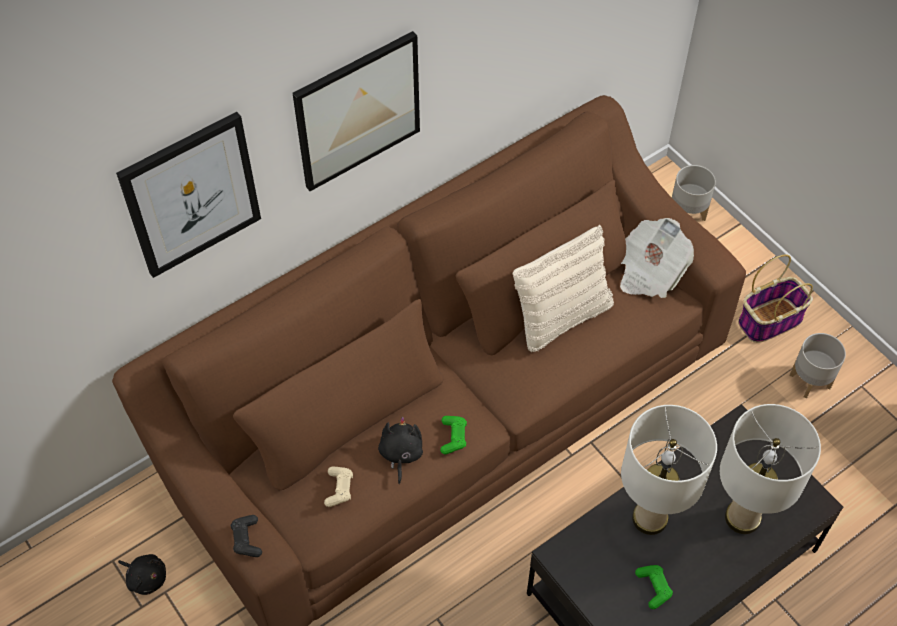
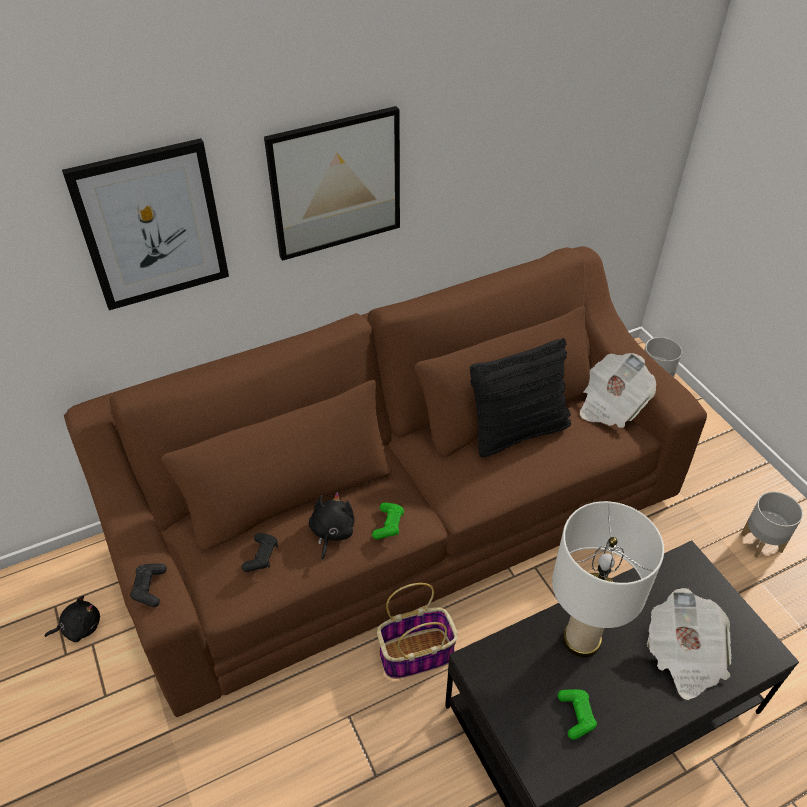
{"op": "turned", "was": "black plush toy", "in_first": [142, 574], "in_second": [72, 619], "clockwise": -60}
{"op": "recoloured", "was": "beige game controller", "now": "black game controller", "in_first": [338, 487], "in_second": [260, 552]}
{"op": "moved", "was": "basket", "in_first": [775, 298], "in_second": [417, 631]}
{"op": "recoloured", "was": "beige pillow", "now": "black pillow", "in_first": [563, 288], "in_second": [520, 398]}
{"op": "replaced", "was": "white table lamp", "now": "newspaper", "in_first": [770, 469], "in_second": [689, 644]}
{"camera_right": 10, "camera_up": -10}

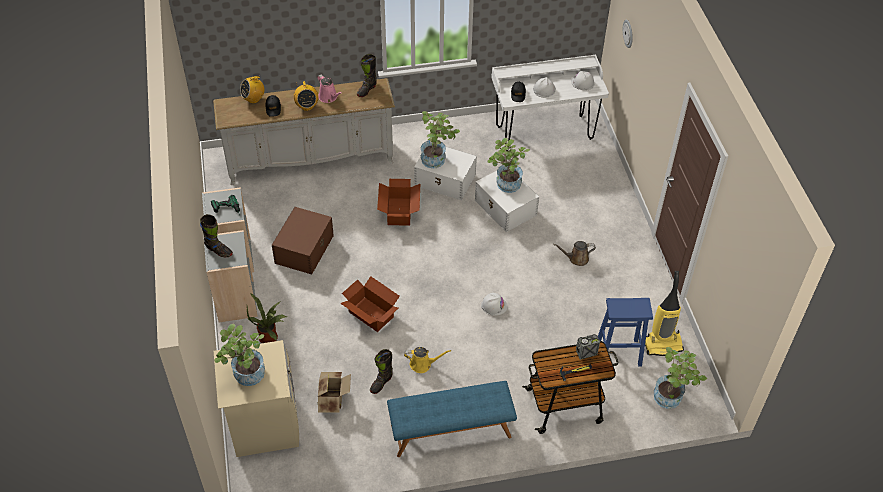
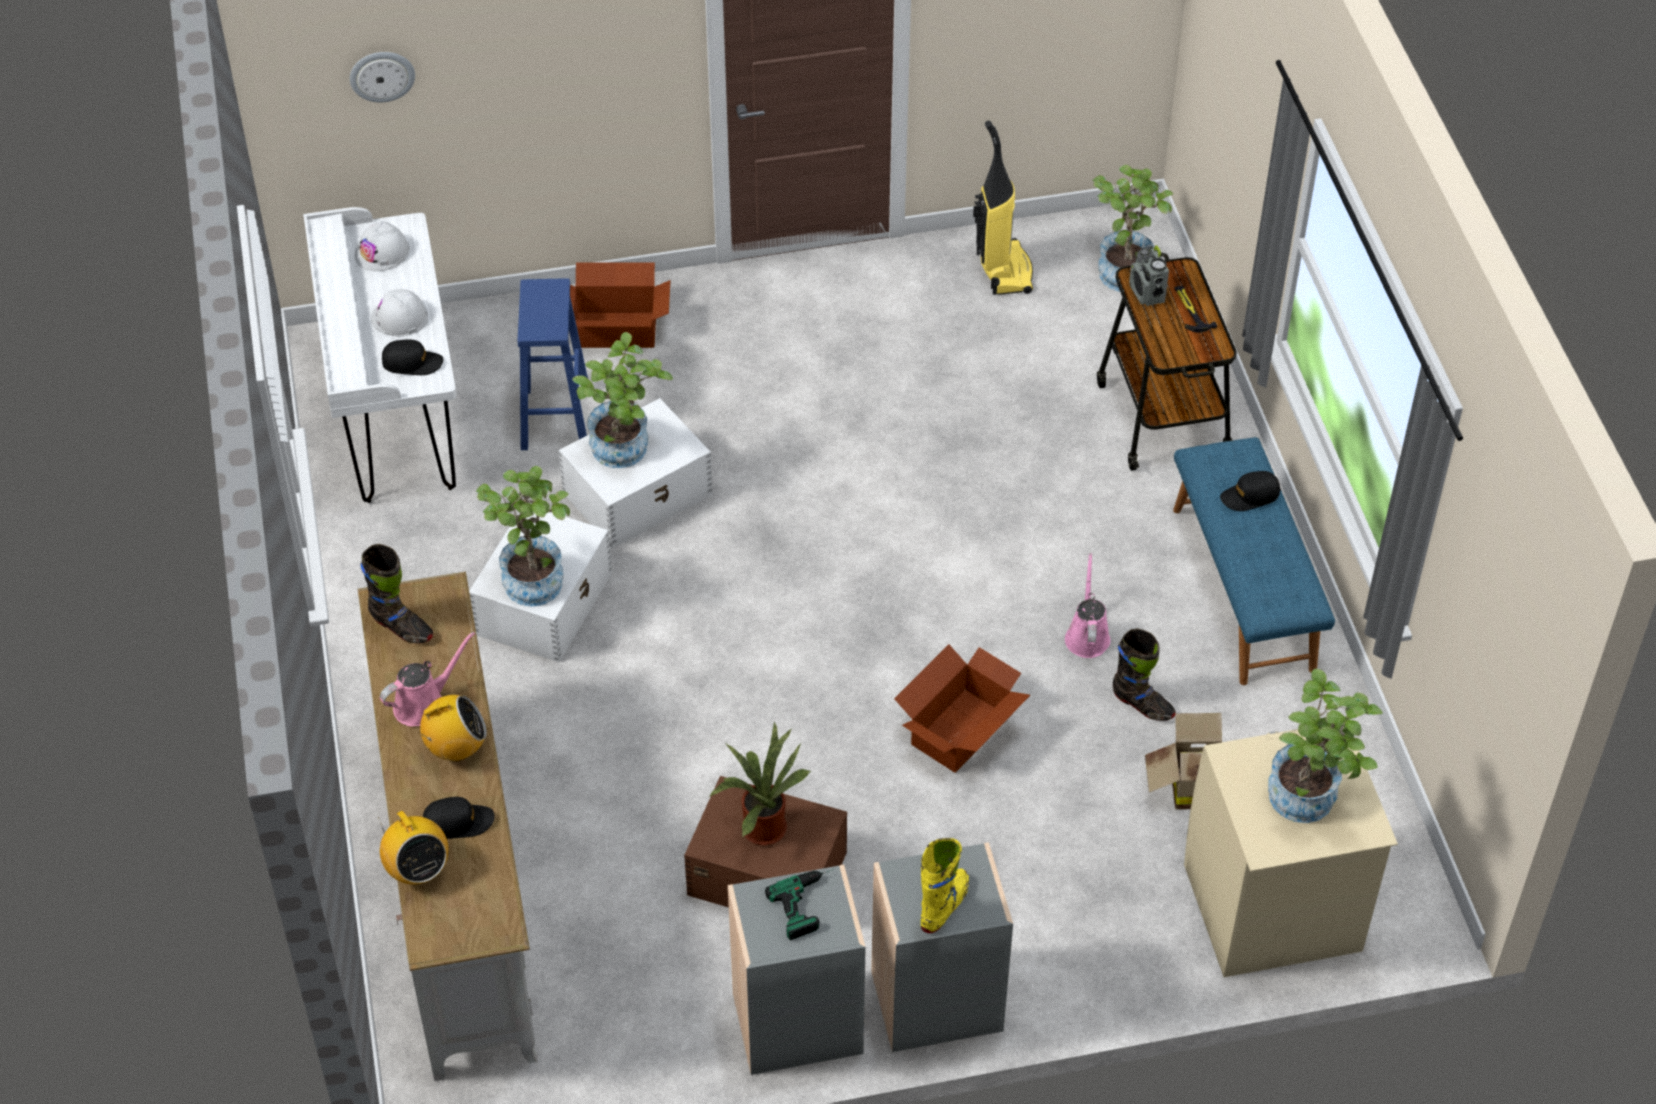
{"op": "moved", "was": "blue stool", "in_first": [625, 332], "in_second": [553, 364]}
{"op": "moved", "was": "cardboard box", "in_first": [398, 202], "in_second": [620, 305]}
{"op": "moved", "was": "potted plant", "in_first": [267, 318], "in_second": [761, 783]}
{"op": "recoloured", "was": "black boot", "now": "yellow boot", "in_first": [216, 235], "in_second": [945, 885]}
{"op": "recoloured", "was": "yellow watering can", "now": "pink watering can", "in_first": [427, 360], "in_second": [1087, 605]}
{"op": "added", "now": "black cap", "in_second": [1250, 491]}
{"op": "removed", "was": "white hard hat", "in_first": [494, 304]}
{"op": "removed", "was": "brown watering can", "in_first": [574, 253]}
{"camera_right": -90, "camera_up": 0}

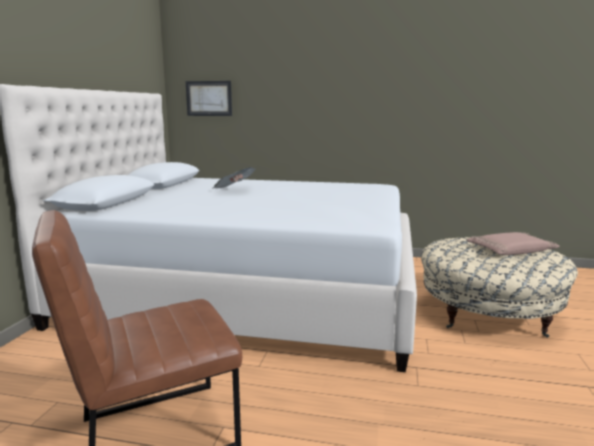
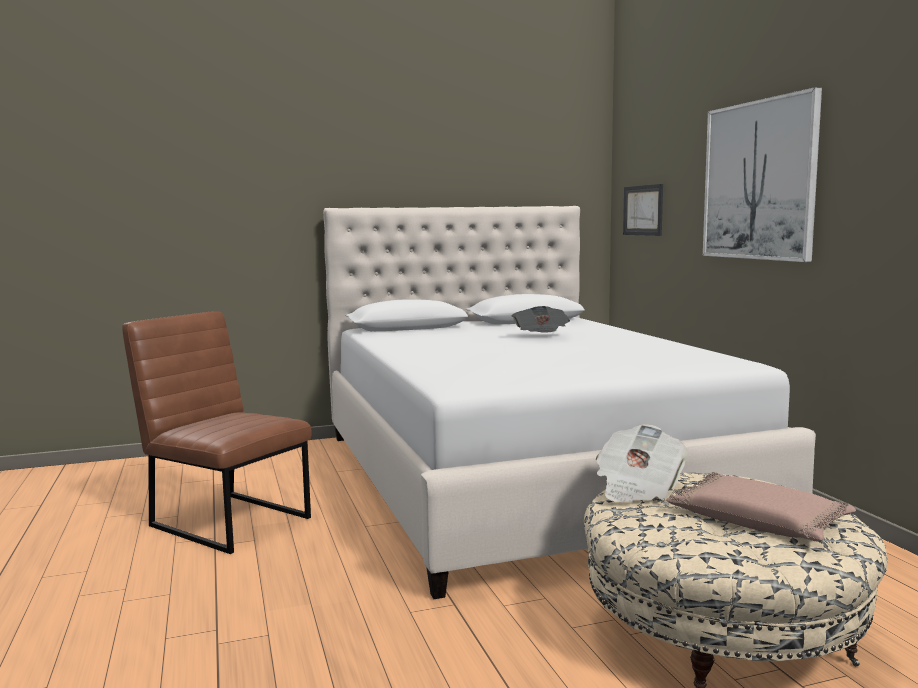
{"op": "added", "now": "newspaper", "in_second": [642, 463]}
{"op": "added", "now": "picture", "in_second": [762, 174]}
{"camera_right": 60, "camera_up": -5}

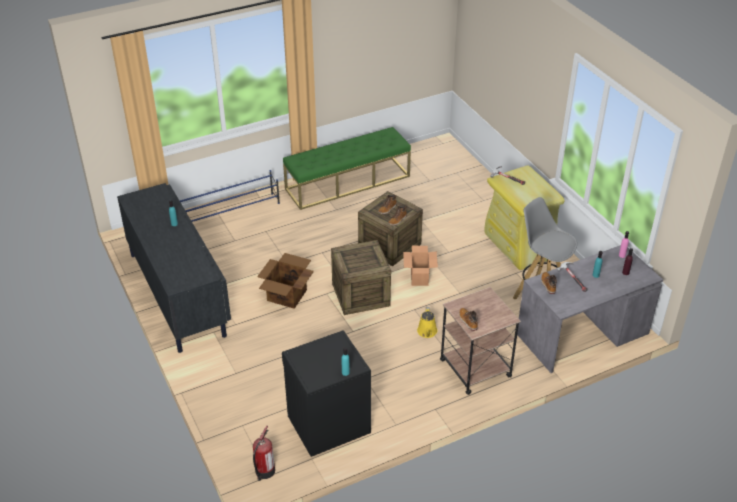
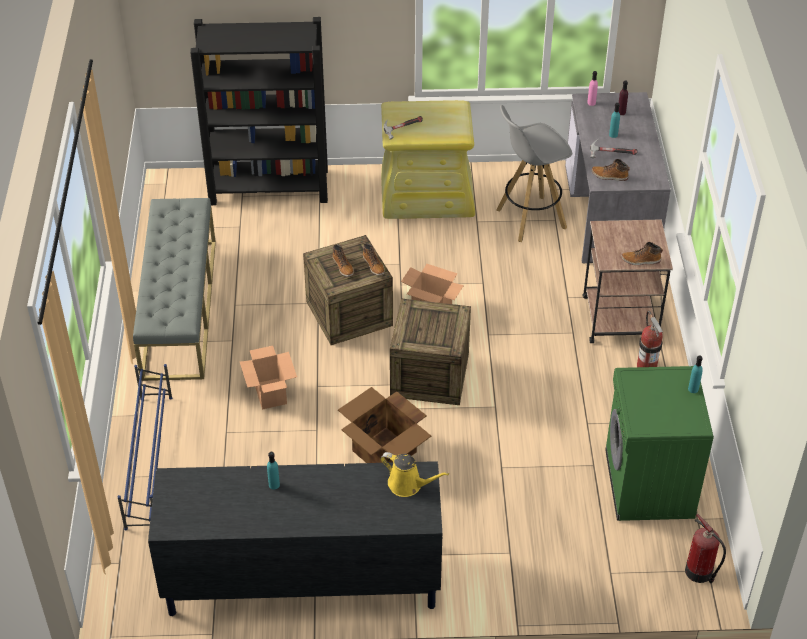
{"op": "recoloured", "was": "green bench", "now": "grey bench", "in_first": [347, 168], "in_second": [174, 289]}
{"op": "added", "now": "black bookcase", "in_second": [259, 111]}
{"op": "added", "now": "cardboard box", "in_second": [268, 378]}
{"op": "moved", "was": "yellow watering can", "in_first": [427, 322], "in_second": [415, 474]}
{"op": "recoloured", "was": "black washing machine", "now": "green washing machine", "in_first": [326, 393], "in_second": [659, 443]}
{"op": "added", "now": "fire extinguisher", "in_second": [650, 339]}
{"camera_right": -65, "camera_up": 5}

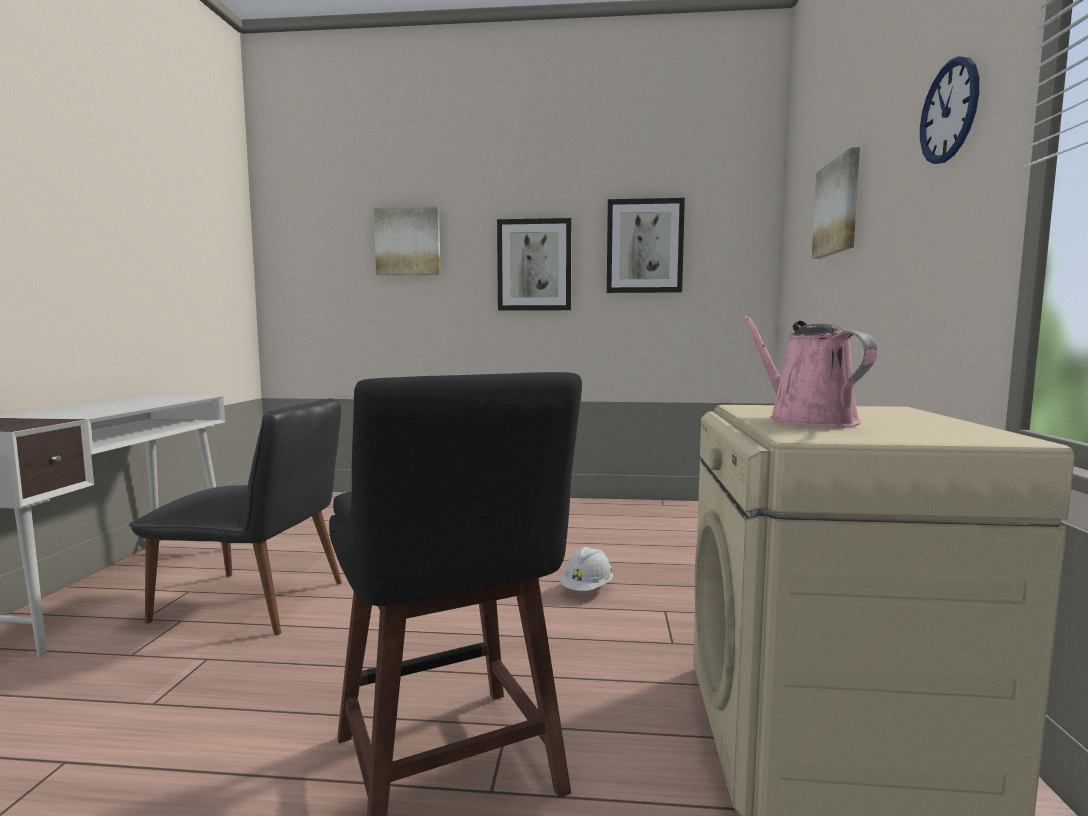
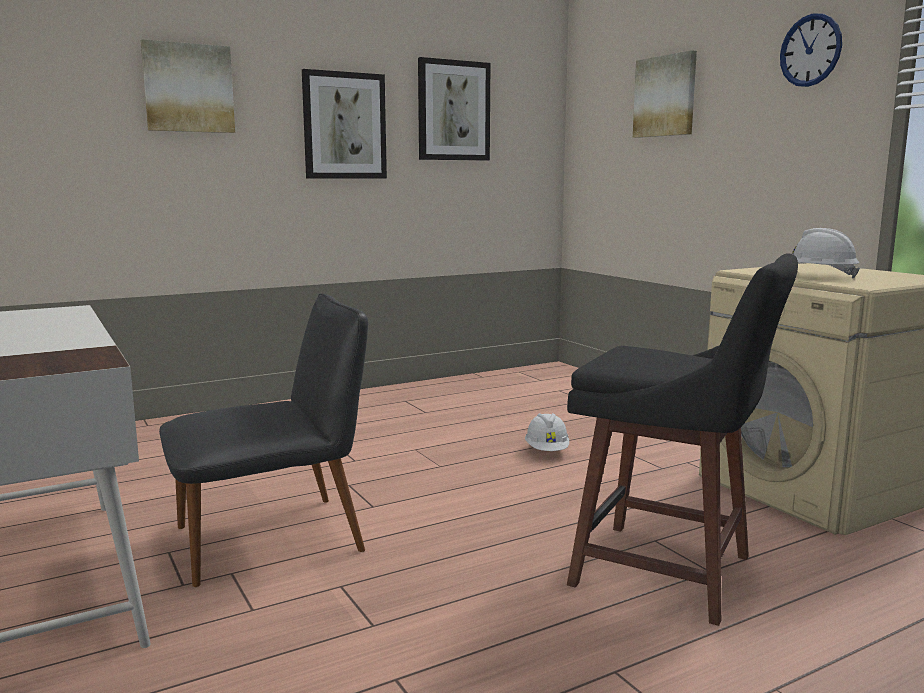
{"op": "replaced", "was": "pink watering can", "now": "white hard hat", "in_first": [809, 371], "in_second": [826, 253]}
{"camera_right": -35, "camera_up": 5}

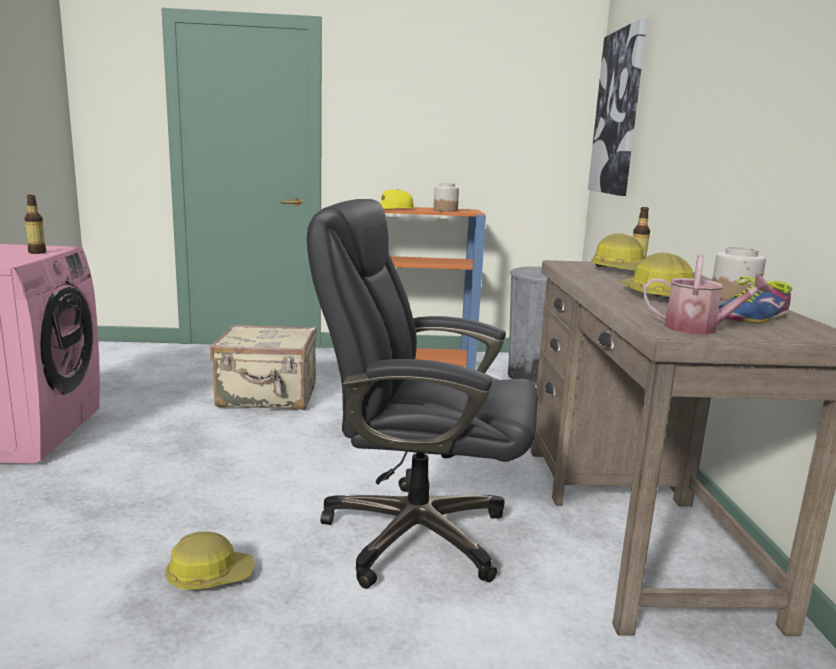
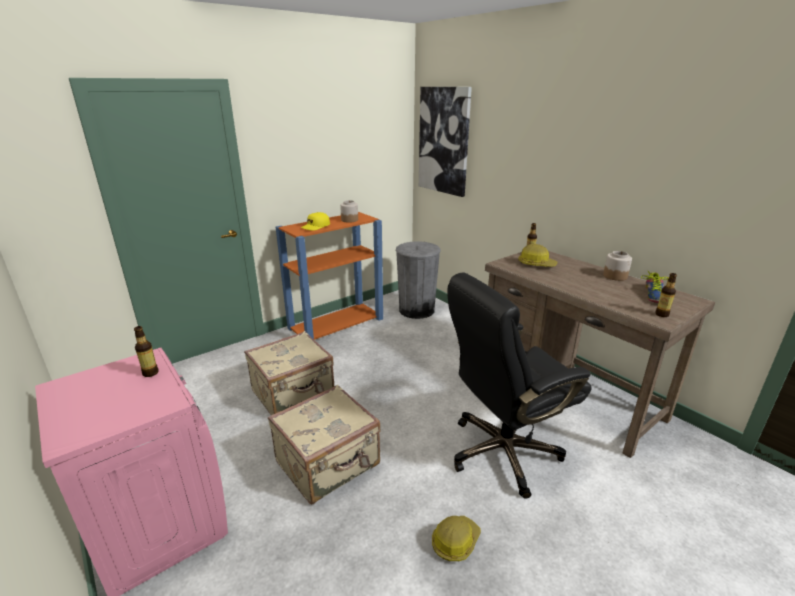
{"op": "added", "now": "beige suitcase", "in_second": [324, 445]}
{"op": "replaced", "was": "watering can", "now": "bottle", "in_first": [708, 294], "in_second": [666, 295]}
{"op": "removed", "was": "hard hat", "in_first": [656, 278]}
{"camera_right": -35, "camera_up": 10}

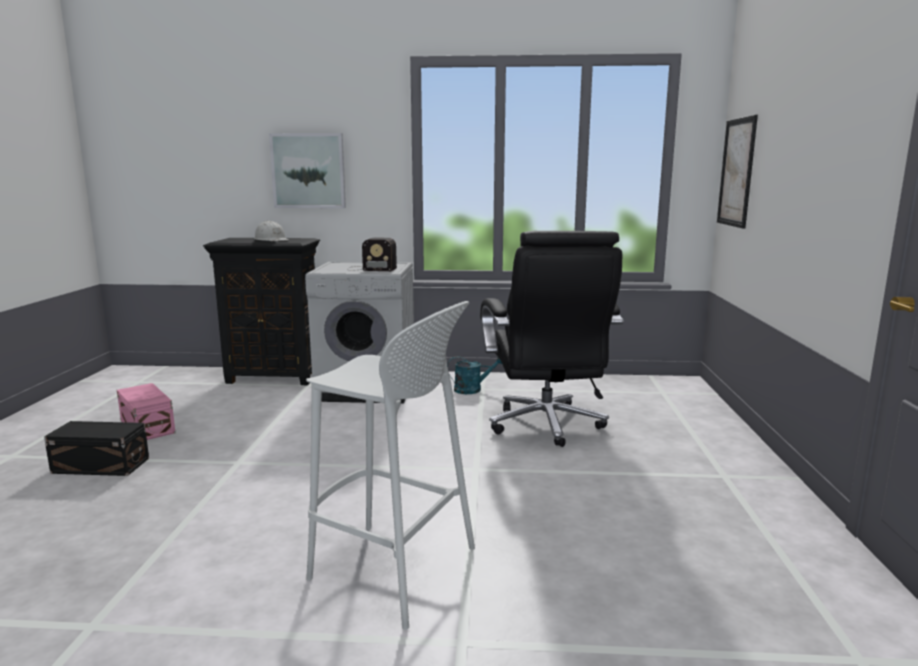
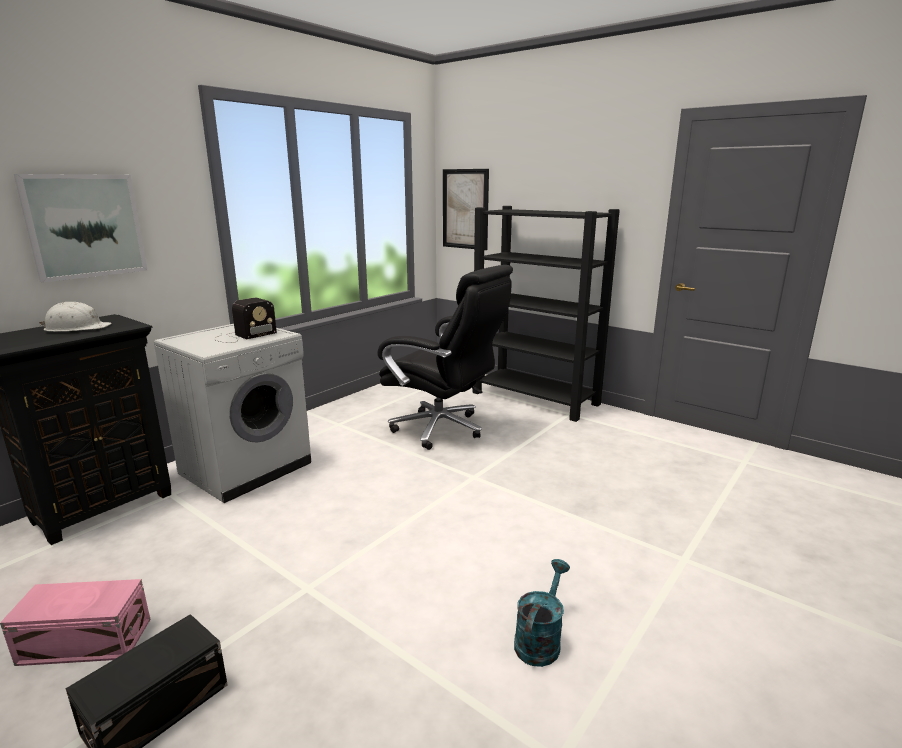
{"op": "added", "now": "black bookcase", "in_second": [546, 314]}
{"op": "moved", "was": "turquoise watering can", "in_first": [474, 375], "in_second": [542, 613]}
{"op": "removed", "was": "white stool", "in_first": [390, 465]}
{"camera_right": -55, "camera_up": 5}

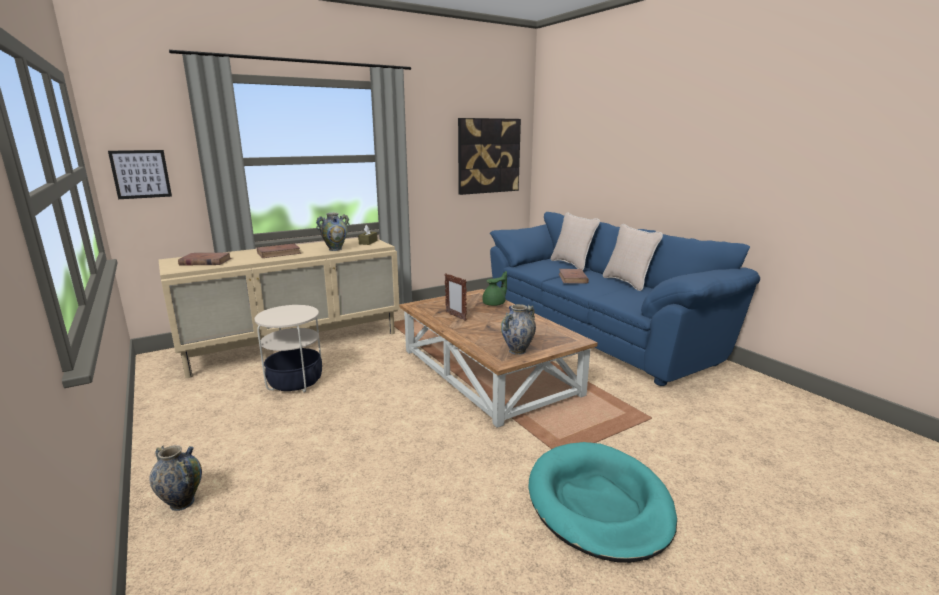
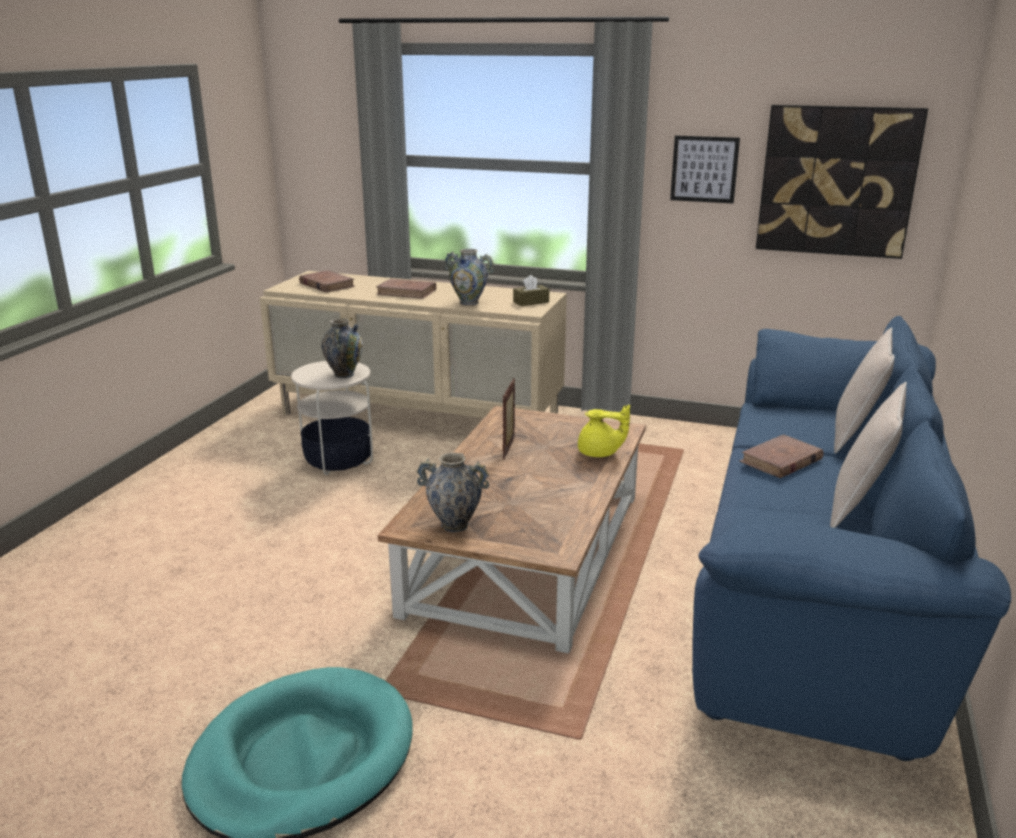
{"op": "moved", "was": "vase", "in_first": [175, 478], "in_second": [342, 348]}
{"op": "recoloured", "was": "green teapot", "now": "yellow teapot", "in_first": [495, 288], "in_second": [604, 431]}
{"op": "moved", "was": "picture", "in_first": [140, 174], "in_second": [705, 169]}
{"camera_right": 50, "camera_up": 5}

